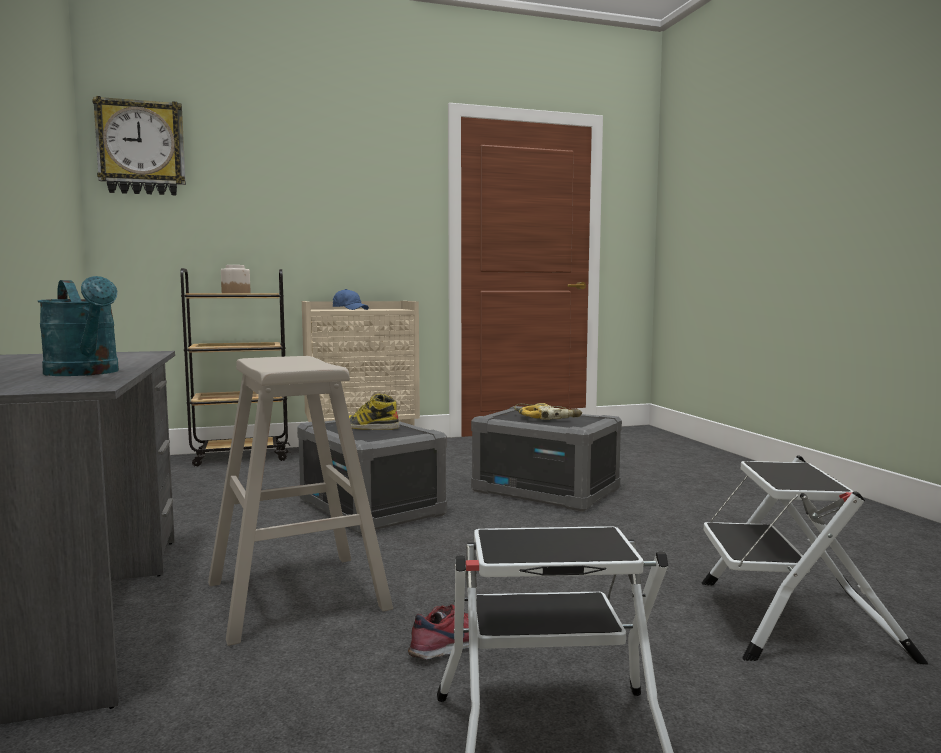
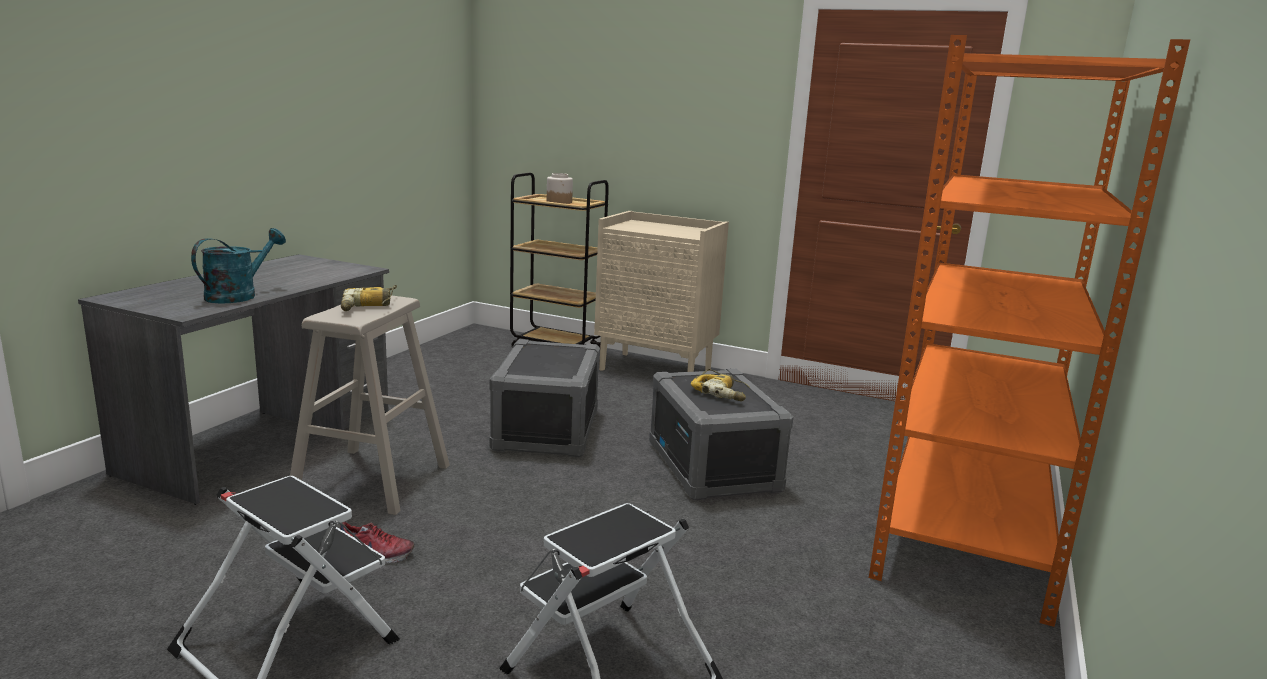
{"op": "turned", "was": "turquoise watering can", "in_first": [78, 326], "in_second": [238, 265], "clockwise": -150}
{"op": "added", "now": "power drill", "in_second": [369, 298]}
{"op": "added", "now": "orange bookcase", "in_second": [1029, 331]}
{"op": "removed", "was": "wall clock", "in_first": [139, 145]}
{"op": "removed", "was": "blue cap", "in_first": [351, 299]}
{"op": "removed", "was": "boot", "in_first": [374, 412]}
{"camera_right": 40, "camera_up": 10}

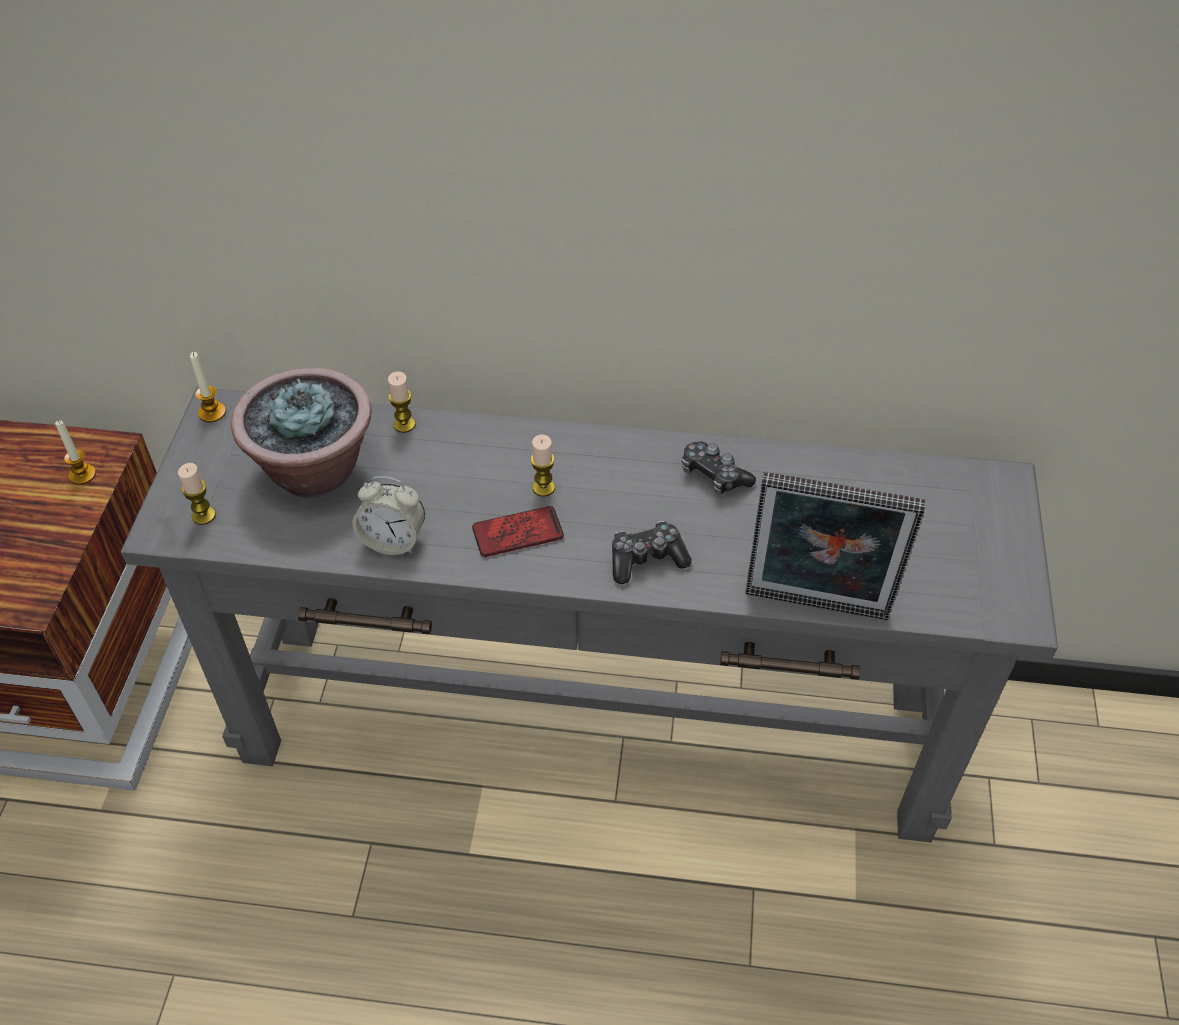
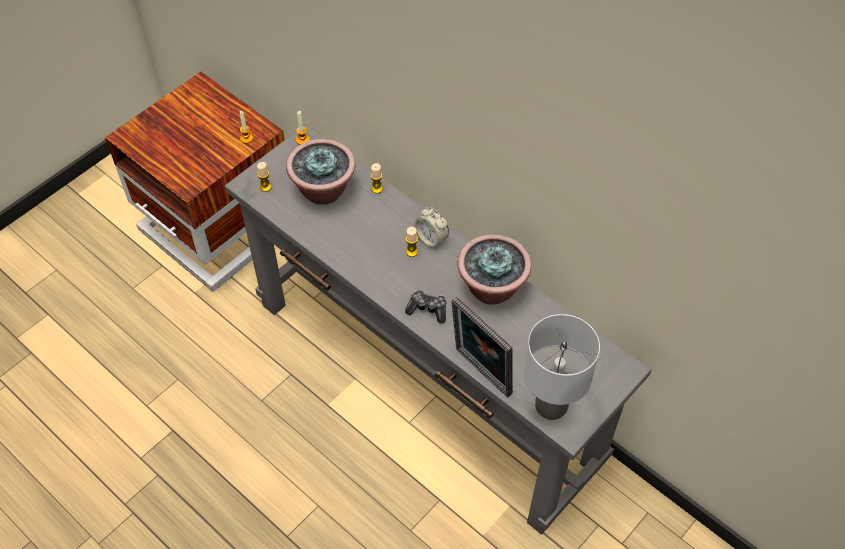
{"op": "moved", "was": "alarm clock", "in_first": [388, 515], "in_second": [432, 227]}
{"op": "replaced", "was": "game controller", "now": "potted plant", "in_first": [719, 468], "in_second": [494, 270]}
{"op": "added", "now": "white table lamp", "in_second": [562, 367]}
{"op": "removed", "was": "phone", "in_first": [518, 531]}
{"camera_right": 35, "camera_up": 5}

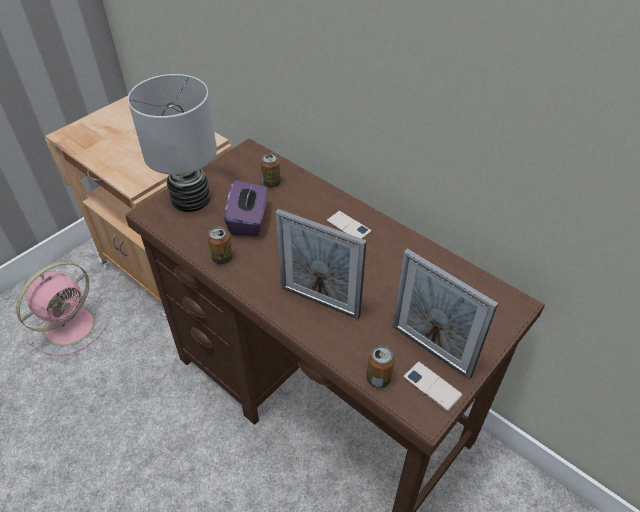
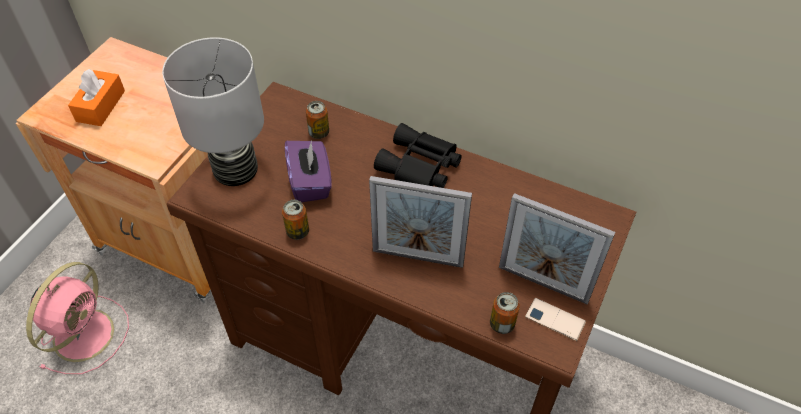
{"op": "added", "now": "orange tissue box", "in_second": [96, 97]}
{"op": "replaced", "was": "phone", "now": "black binoculars", "in_first": [349, 224], "in_second": [418, 155]}
{"camera_right": -15, "camera_up": 5}

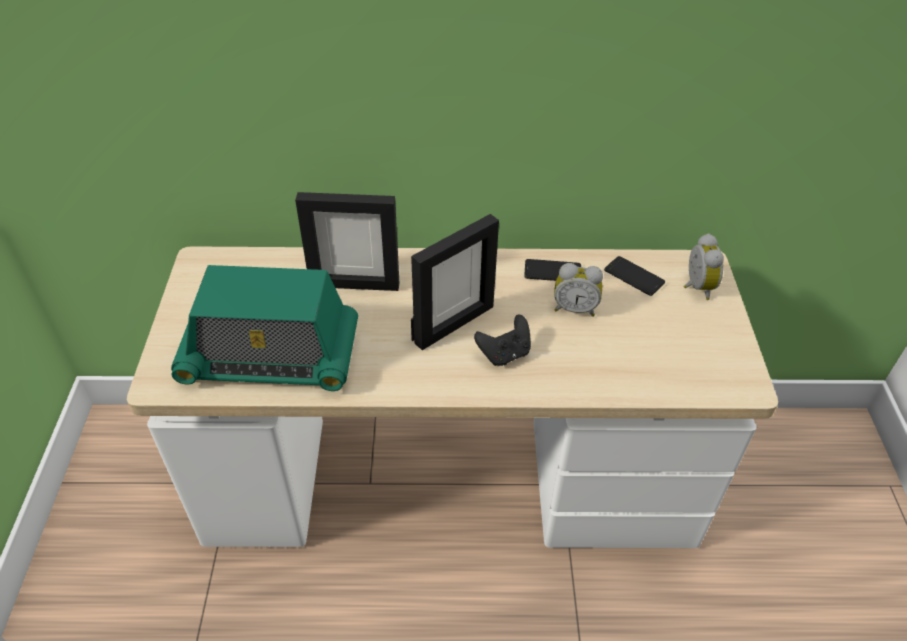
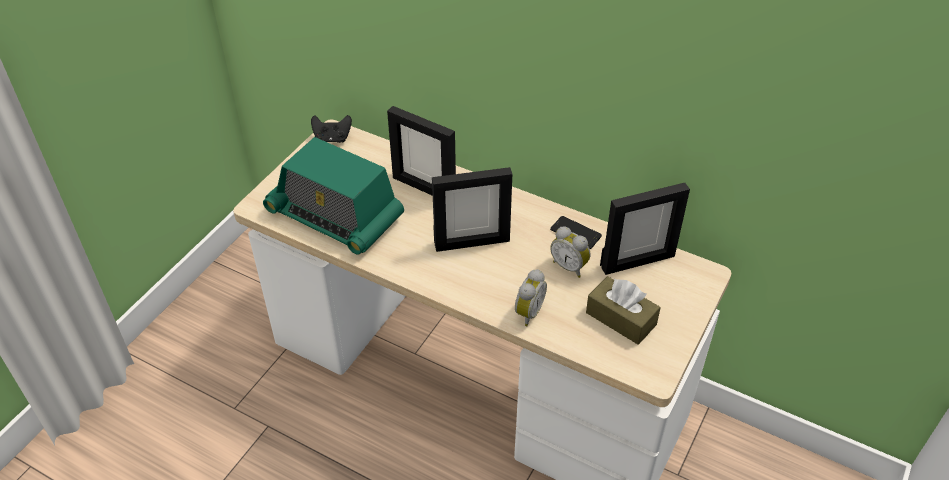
{"op": "moved", "was": "black game controller", "in_first": [502, 340], "in_second": [331, 129]}
{"op": "moved", "was": "alarm clock", "in_first": [704, 266], "in_second": [531, 297]}
{"op": "added", "now": "brown tissue box", "in_second": [623, 310]}
{"op": "replaced", "was": "phone", "now": "picture frame", "in_first": [634, 276], "in_second": [645, 229]}
{"camera_right": 30, "camera_up": 0}

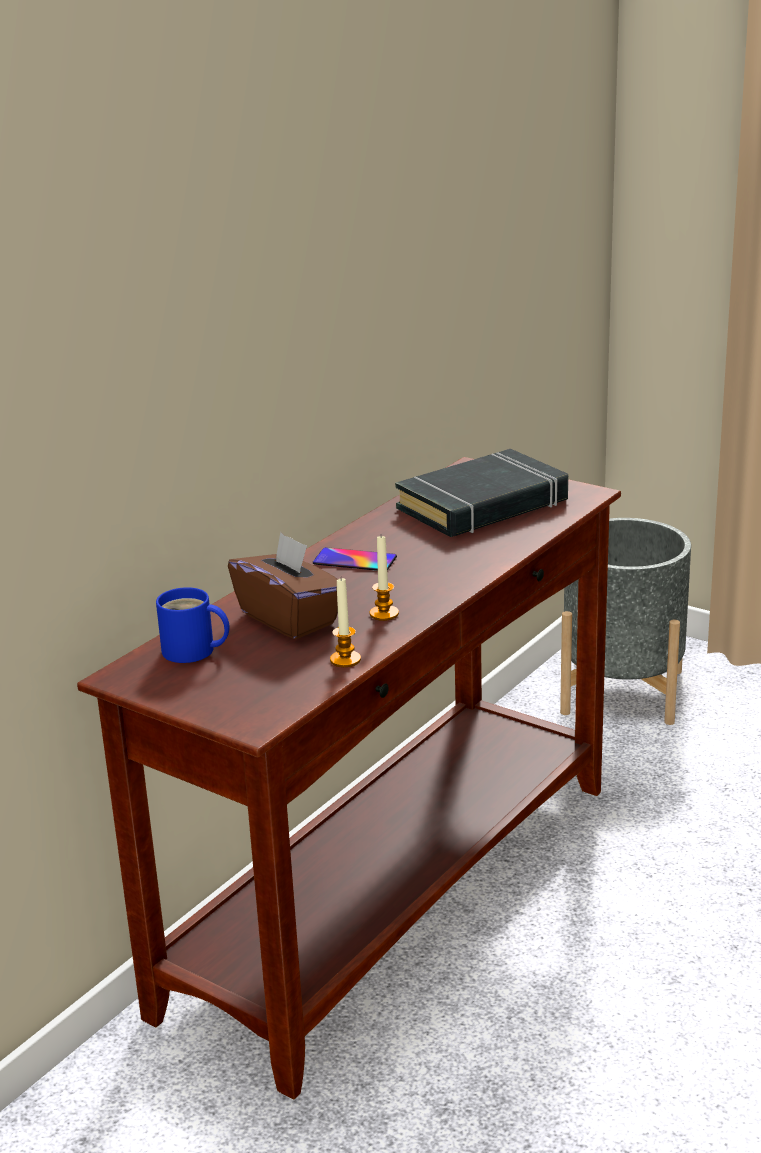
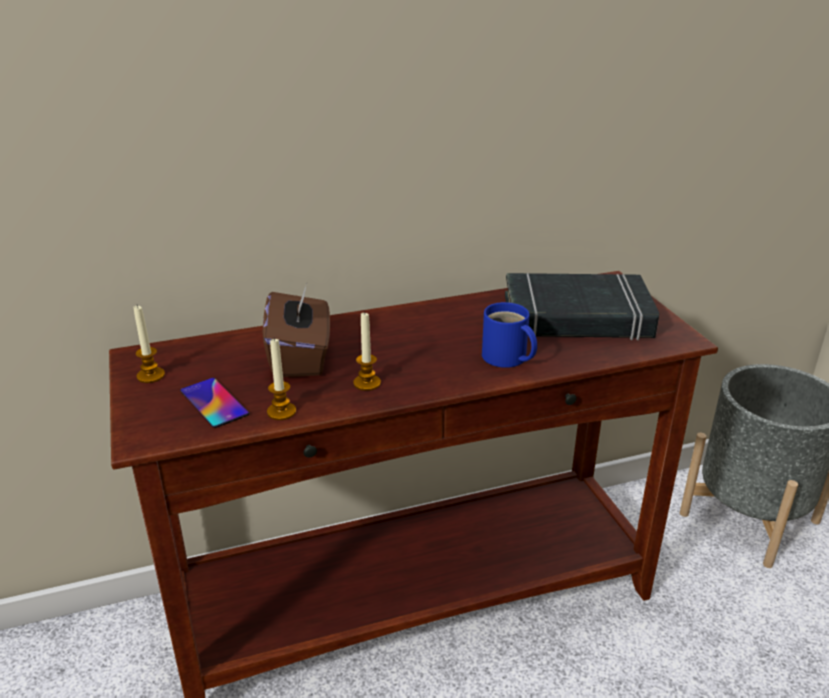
{"op": "added", "now": "candle", "in_second": [149, 344]}
{"op": "moved", "was": "phone", "in_first": [355, 559], "in_second": [214, 403]}
{"op": "moved", "was": "blue mug", "in_first": [192, 625], "in_second": [509, 335]}
{"camera_right": 35, "camera_up": 5}

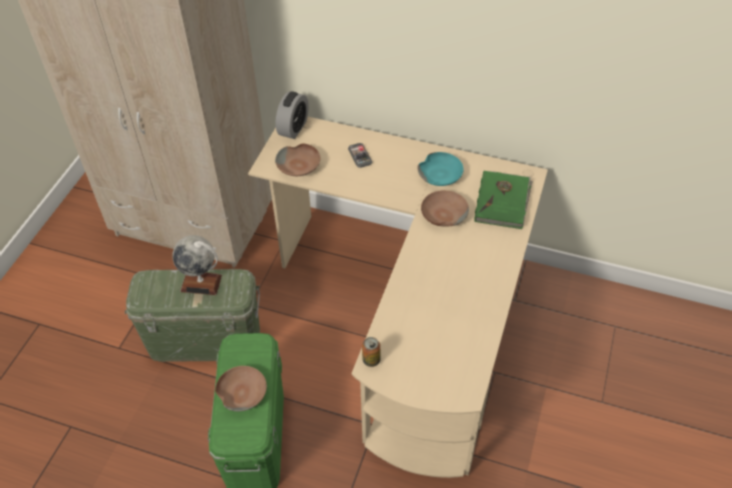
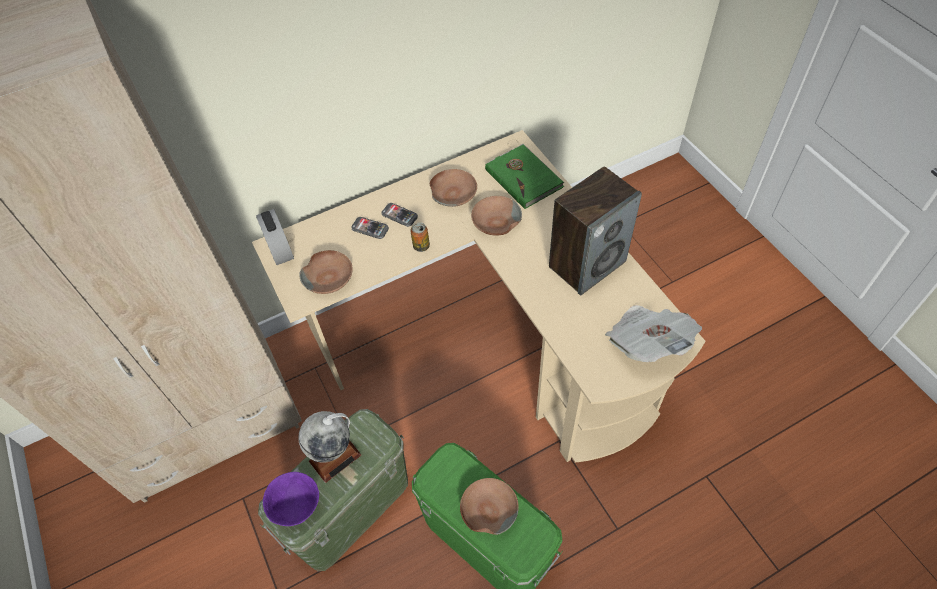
{"op": "added", "now": "purple bowl", "in_second": [291, 499]}
{"op": "added", "now": "phone", "in_second": [399, 215]}
{"op": "moved", "was": "can", "in_first": [371, 352], "in_second": [420, 237]}
{"op": "recoloured", "was": "turquoise bowl", "now": "brown bowl", "in_first": [440, 169], "in_second": [453, 188]}
{"op": "added", "now": "speaker", "in_second": [595, 230]}
{"op": "added", "now": "newspaper", "in_second": [653, 333]}
{"camera_right": -45, "camera_up": 5}

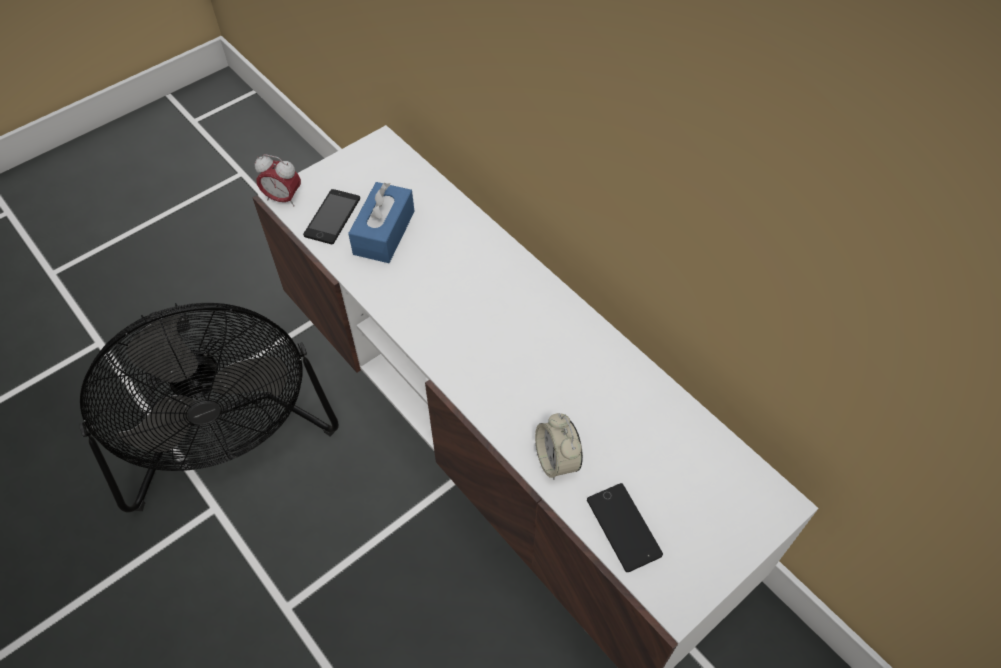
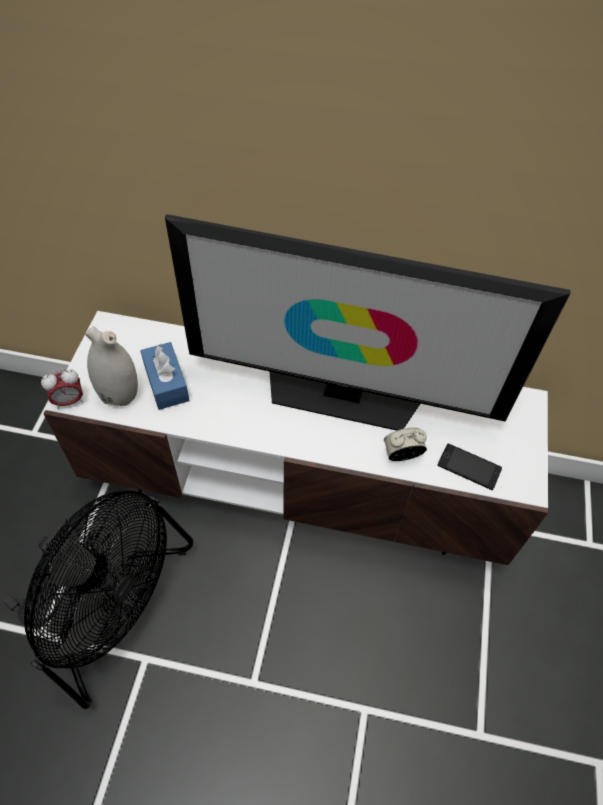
{"op": "replaced", "was": "phone", "now": "white vase", "in_first": [331, 216], "in_second": [111, 366]}
{"op": "added", "now": "television", "in_second": [368, 322]}
{"op": "turned", "was": "alarm clock", "in_first": [559, 446], "in_second": [405, 444], "clockwise": 135}
{"camera_right": -40, "camera_up": 0}

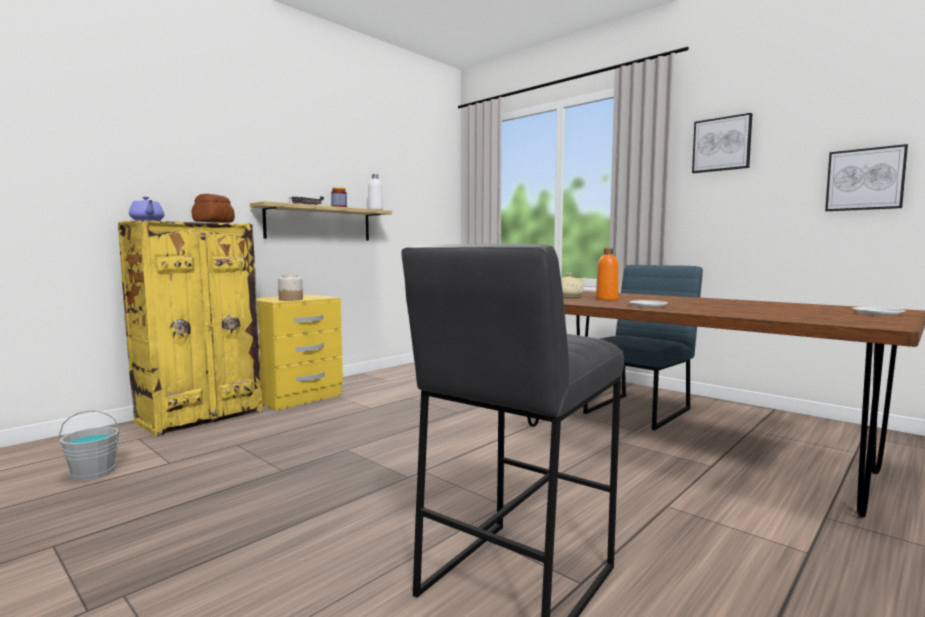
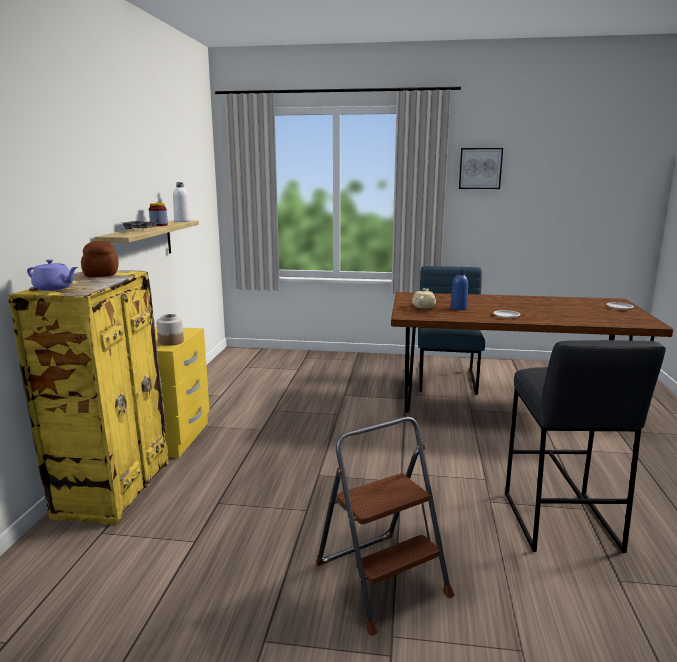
{"op": "added", "now": "brown step ladder", "in_second": [385, 526]}
{"op": "recoloured", "was": "orange bottle", "now": "blue bottle", "in_first": [607, 274], "in_second": [459, 289]}
{"op": "removed", "was": "grey bucket", "in_first": [89, 445]}
{"op": "removed", "was": "picture", "in_first": [866, 177]}
{"camera_right": -35, "camera_up": 10}

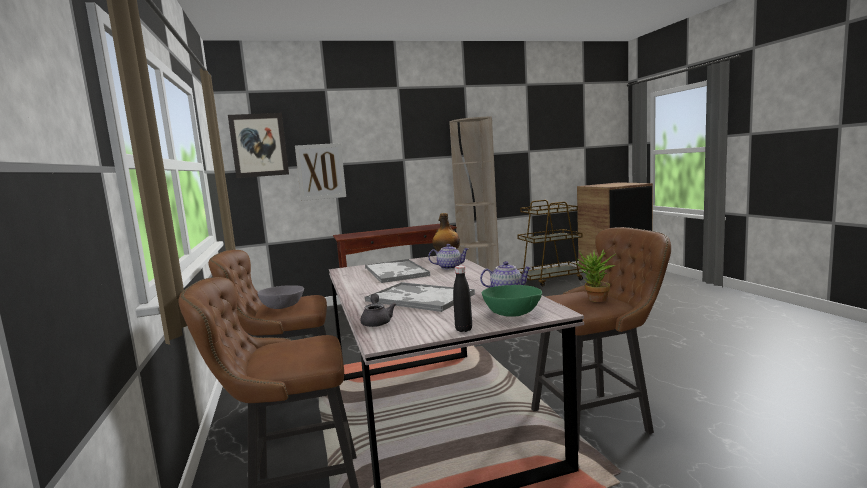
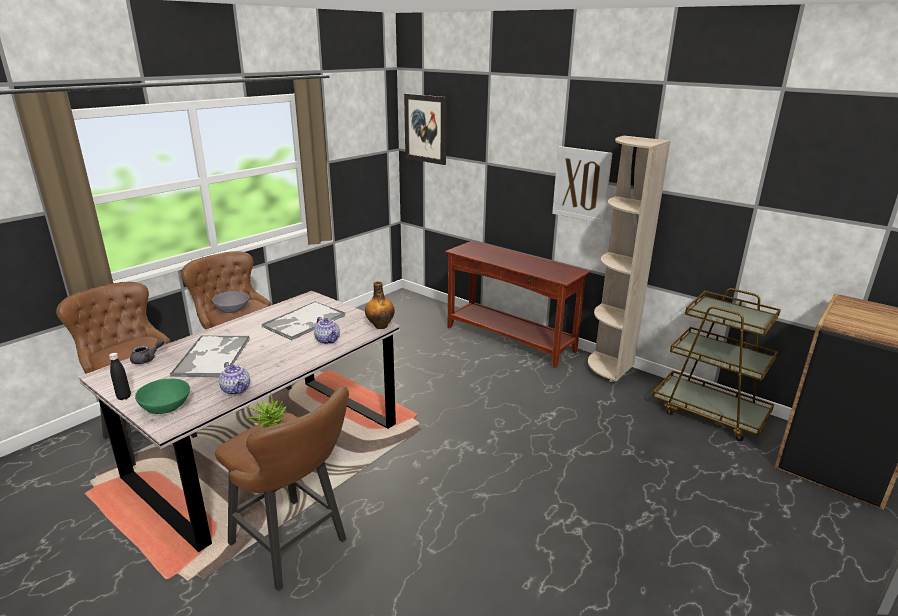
{"op": "moved", "was": "picture", "in_first": [320, 172], "in_second": [582, 185]}
{"camera_right": 55, "camera_up": 15}

